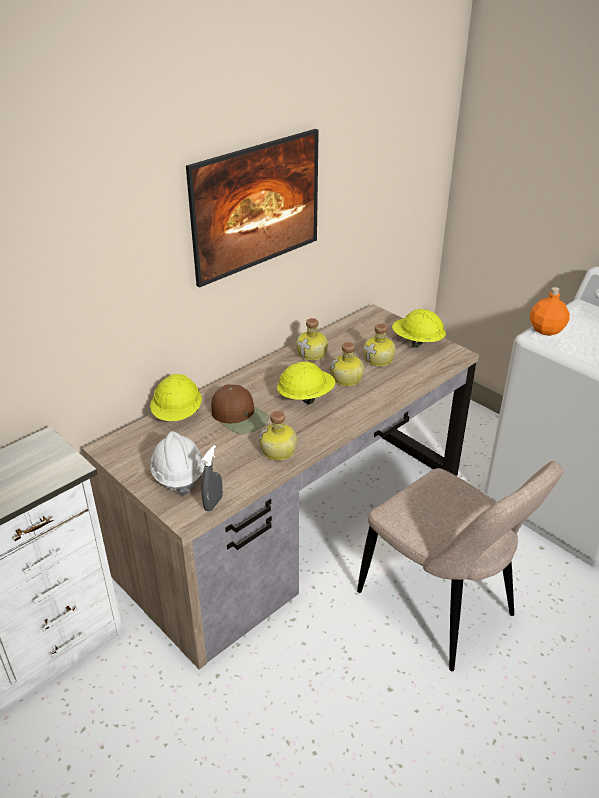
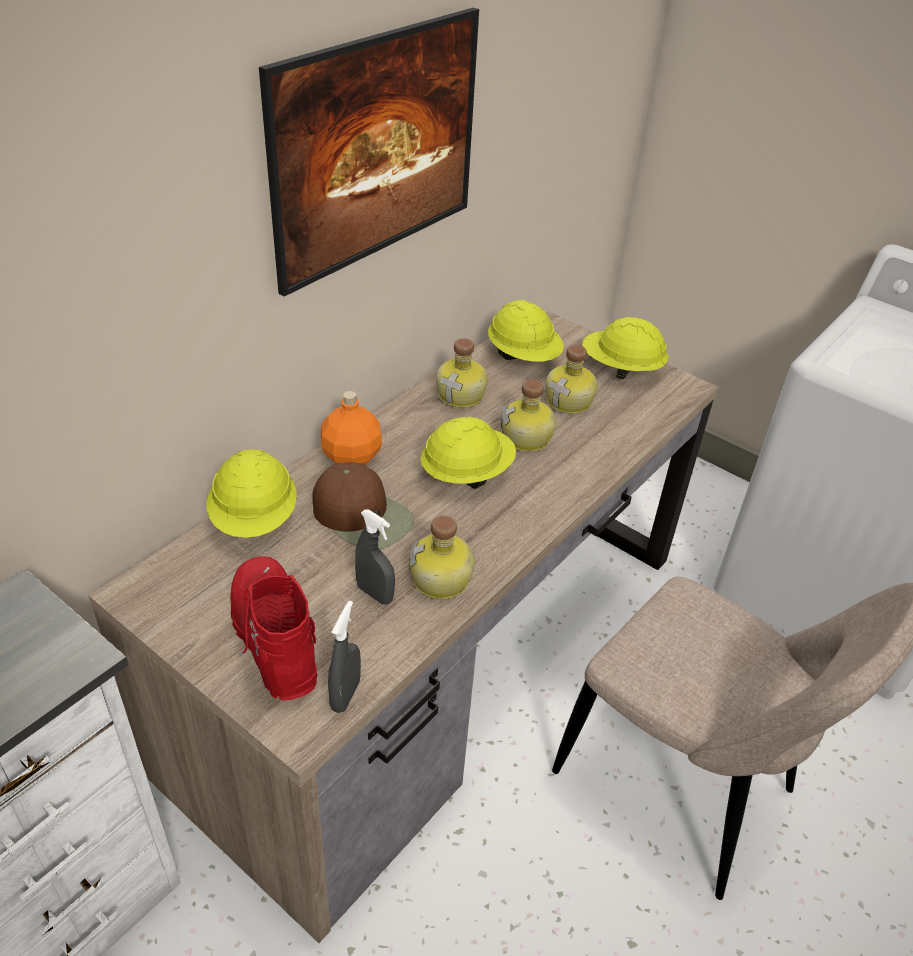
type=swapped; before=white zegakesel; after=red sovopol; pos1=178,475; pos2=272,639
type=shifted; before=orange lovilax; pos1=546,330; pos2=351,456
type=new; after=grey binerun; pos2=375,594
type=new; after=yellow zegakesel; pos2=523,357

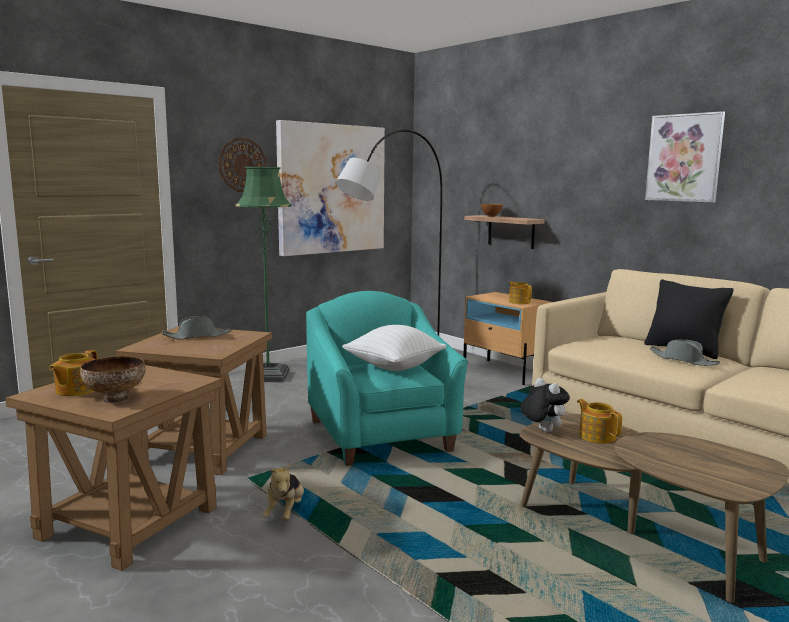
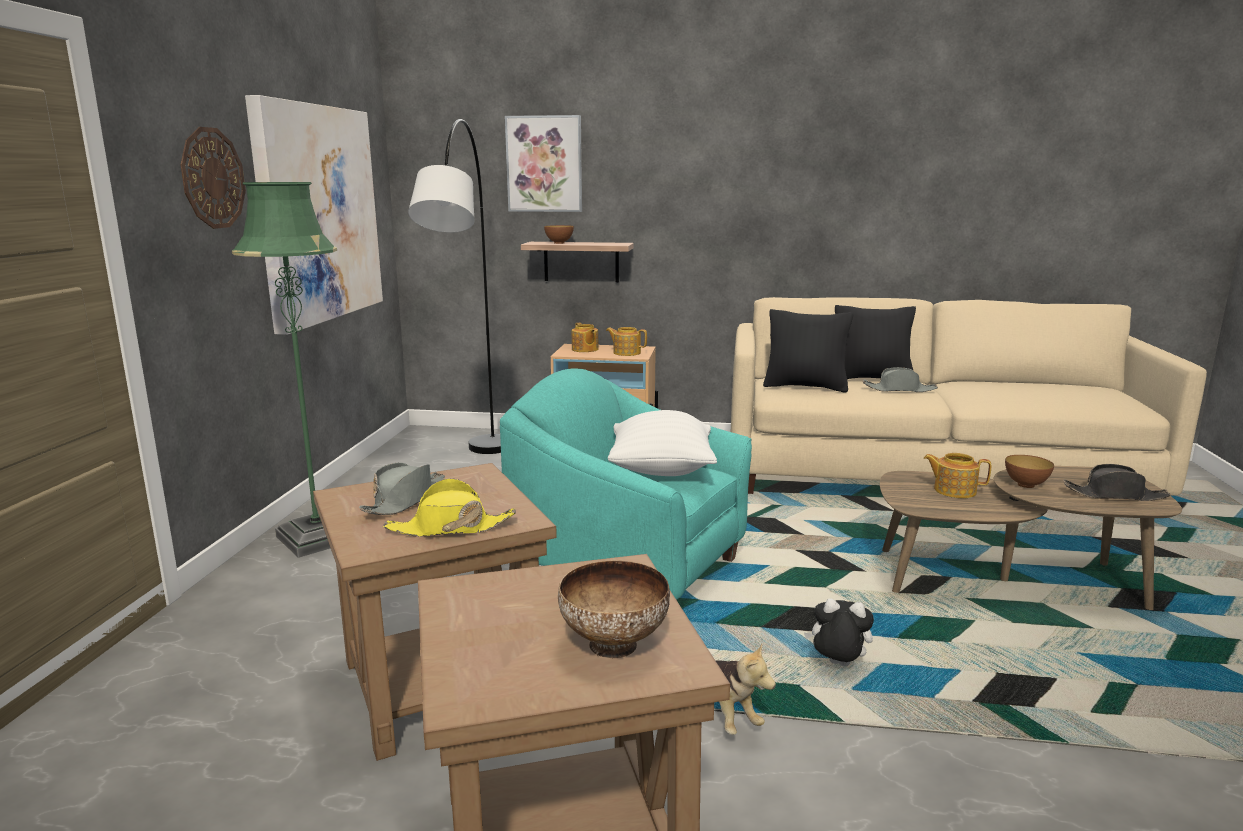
type=shifted; before=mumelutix; pos1=75,390; pos2=585,349
type=shifted; before=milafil; pos1=542,431; pos2=837,665
type=shifted; before=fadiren; pos1=684,158; pos2=544,164
type=new; after=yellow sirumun; pos2=450,528
type=new; after=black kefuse; pos2=805,387
type=new; after=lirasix; pos2=1026,485
type=new; after=black sirumun; pos2=1115,495

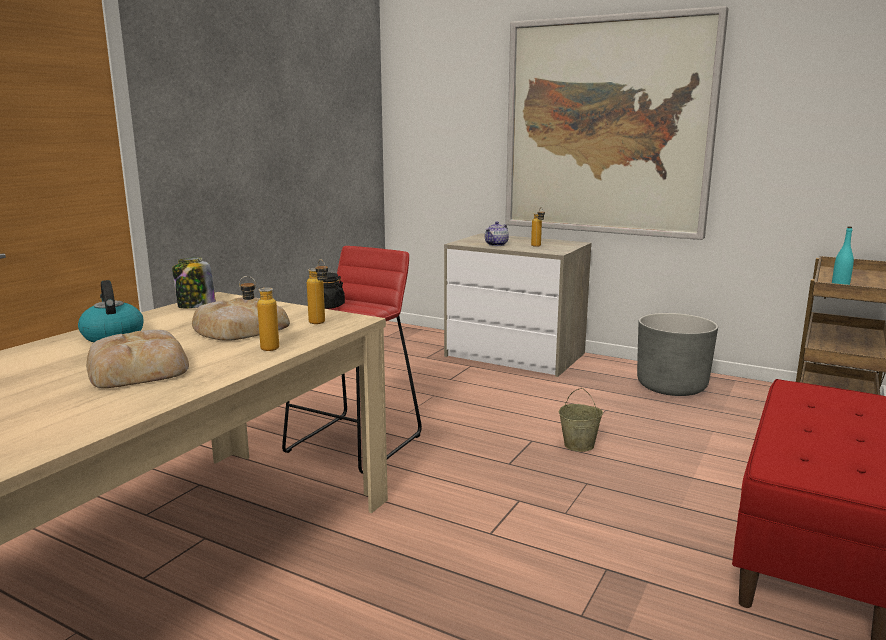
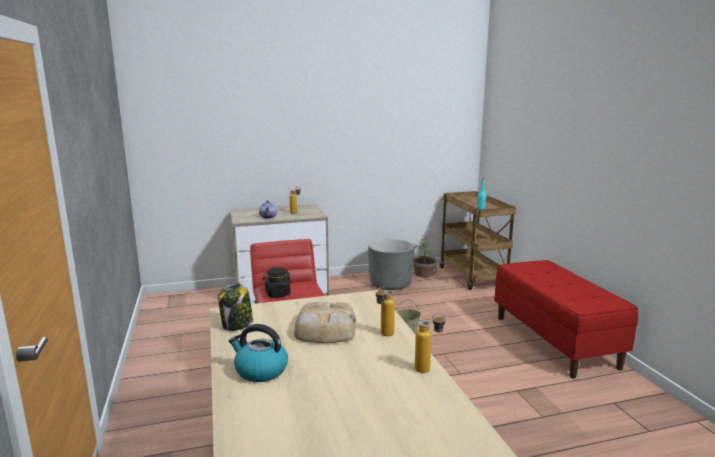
type=gone; before=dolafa; pos1=139,368
type=shifted; before=lovilax; pos1=320,323; pos2=428,370
type=gone; before=fadiren; pos1=607,127
type=new; after=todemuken; pos2=423,274

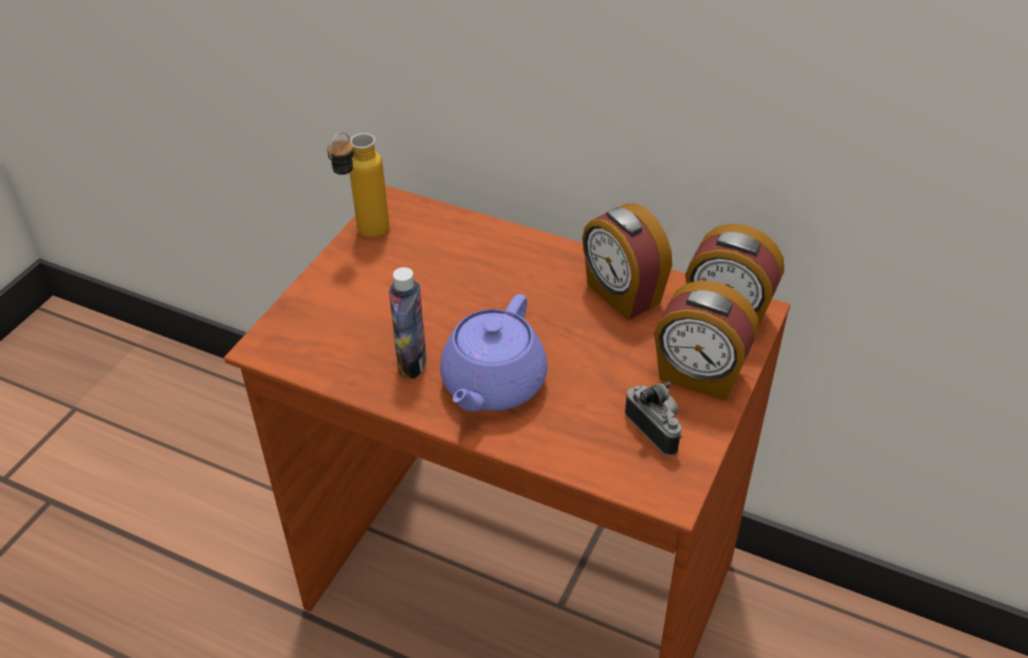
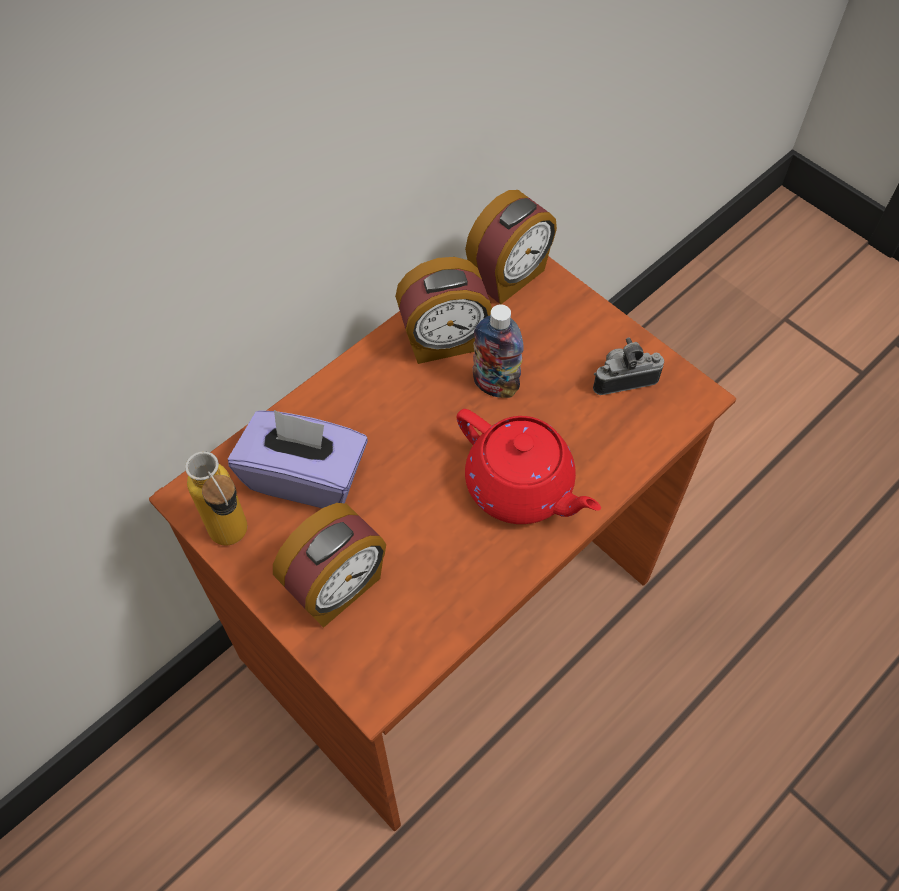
type=shifted; before=lovilax; pos1=412,363; pos2=495,385
type=repainted; before=purple mumelutix; after=red mumelutix; pos1=492,385; pos2=521,487
type=shifted; before=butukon; pos1=699,376; pos2=337,587
type=new; after=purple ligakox; pos2=306,476

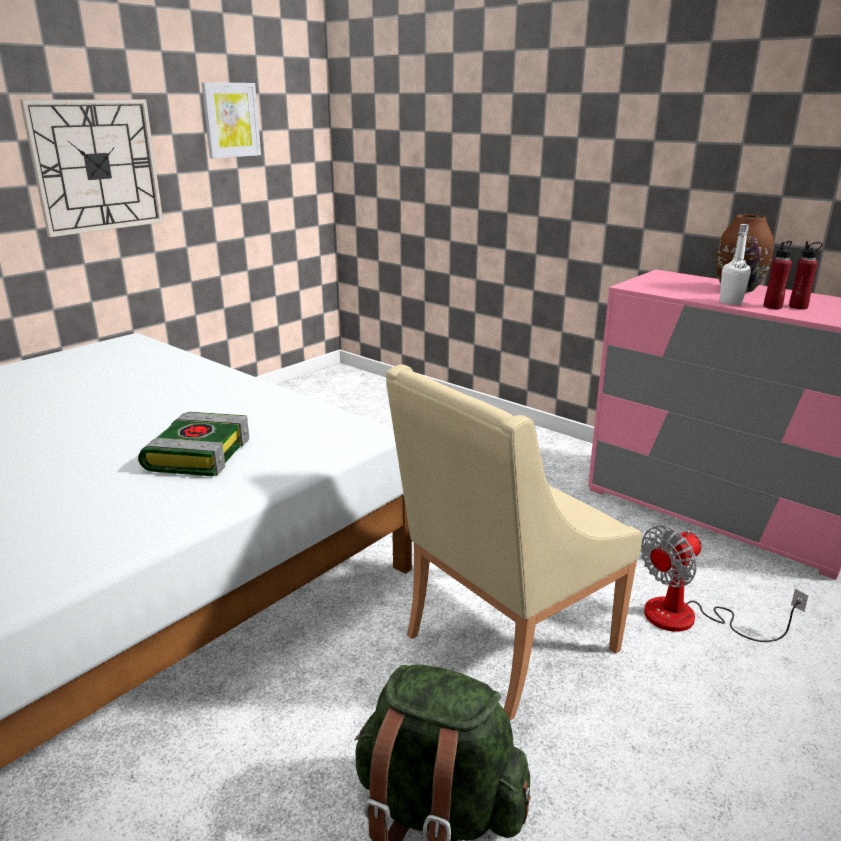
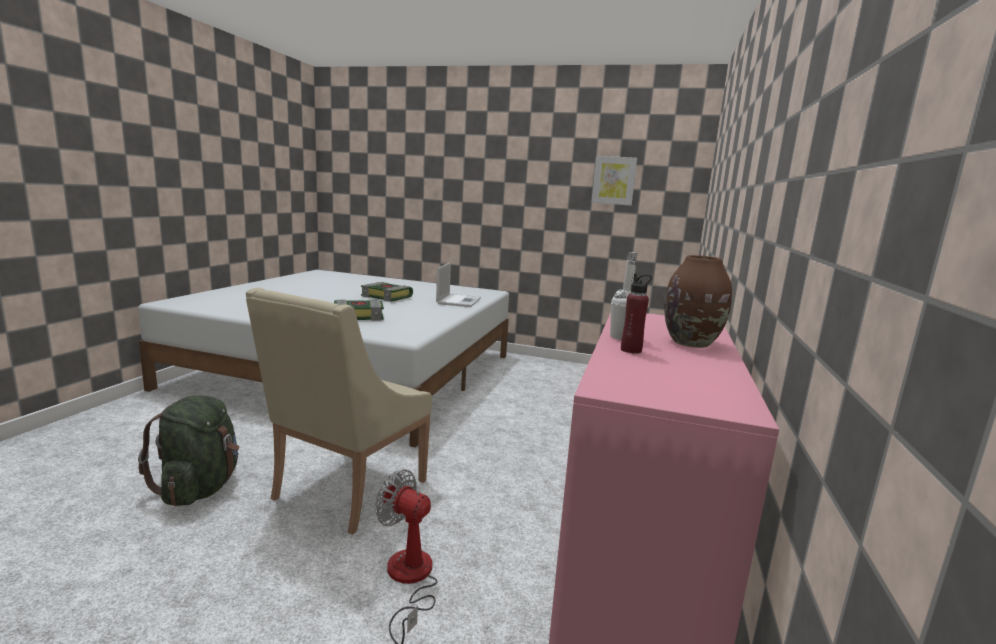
type=gone; before=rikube; pos1=96,166
type=rotated; before=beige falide; pos1=504,644; pos2=346,491; turn=-90
type=gone; before=red lovilax; pos1=798,307
type=new; after=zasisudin; pos2=387,297
type=new; after=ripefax; pos2=458,301

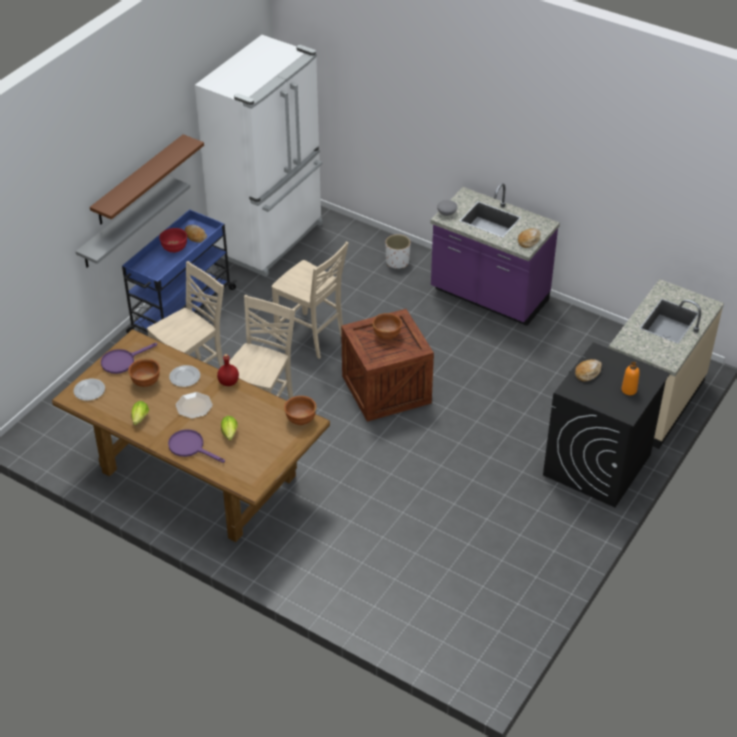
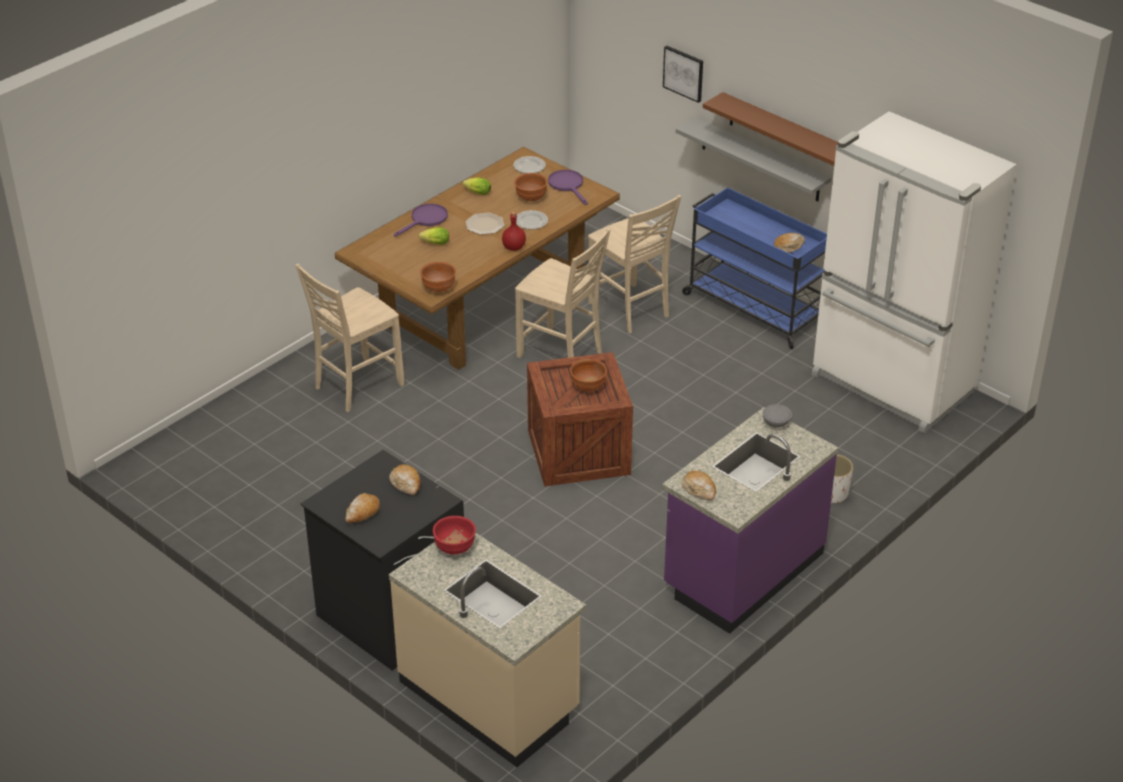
type=shifted; before=red lirasix; pos1=174,249; pos2=455,548
type=shifted; before=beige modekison; pos1=311,337; pos2=356,386
type=swapped; before=orange lovilax; after=dolafa; pos1=629,390; pos2=362,513
type=new; after=fadiren; pos2=684,73

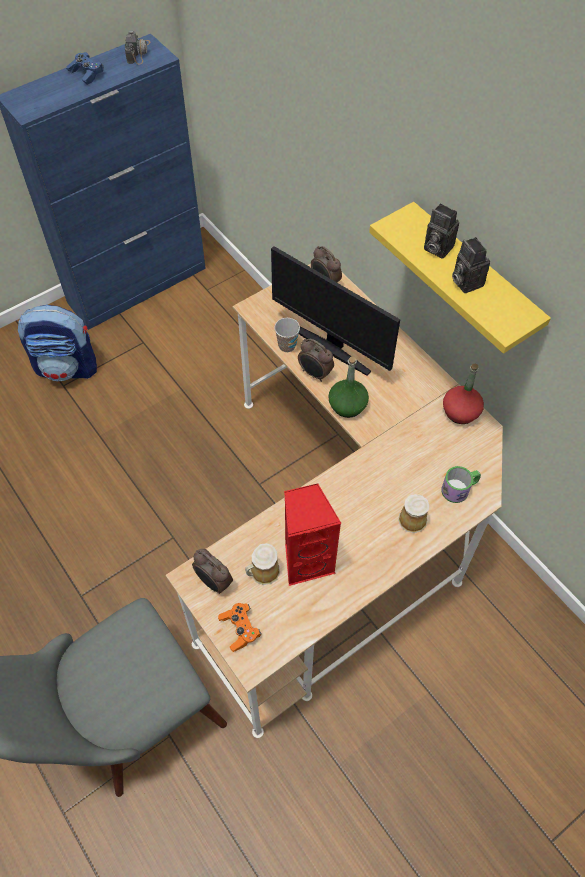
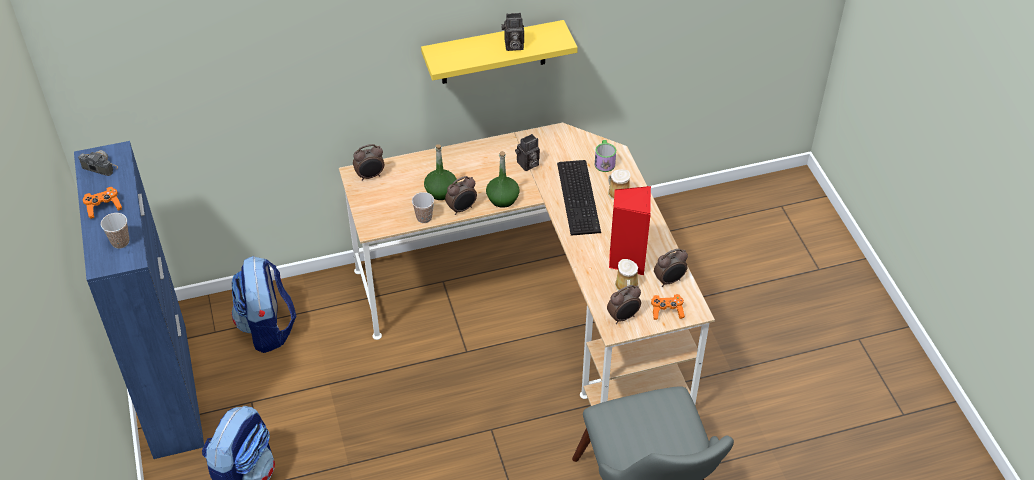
type=repainted; before=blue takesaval; after=orange takesaval; pos1=86,74; pos2=103,207
type=swapped; before=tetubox; after=green lovilax; pos1=331,347; pos2=441,191
type=shifted; before=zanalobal; pos1=436,248; pos2=527,165
type=gone; before=red lovilax; pos1=460,412
type=new; after=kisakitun; pos2=120,242
type=new; after=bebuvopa; pos2=268,328
type=new; after=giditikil; pos2=580,196
type=new; after=butukon; pos2=669,281

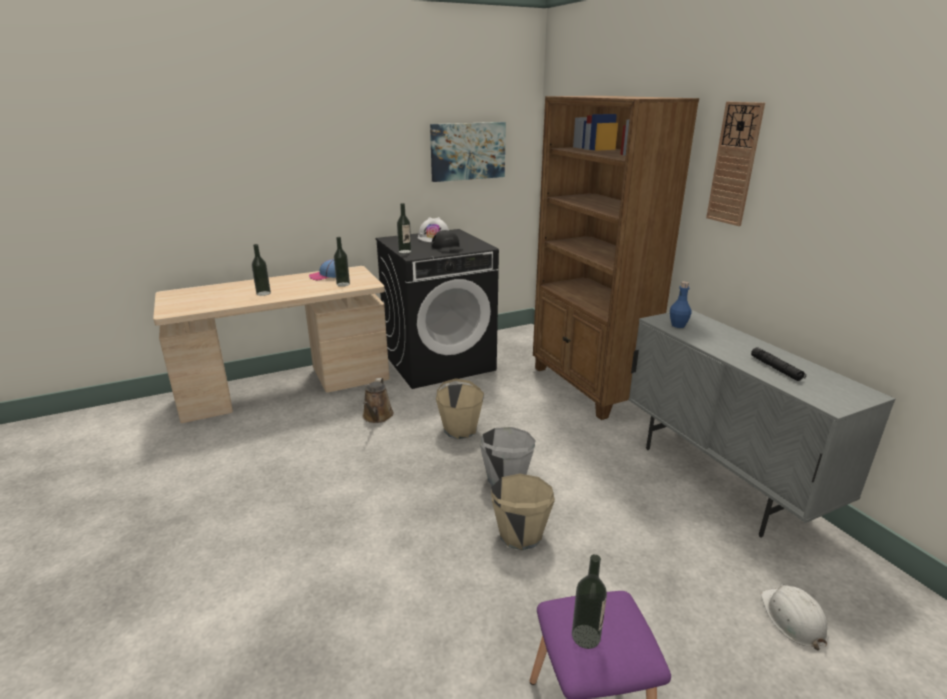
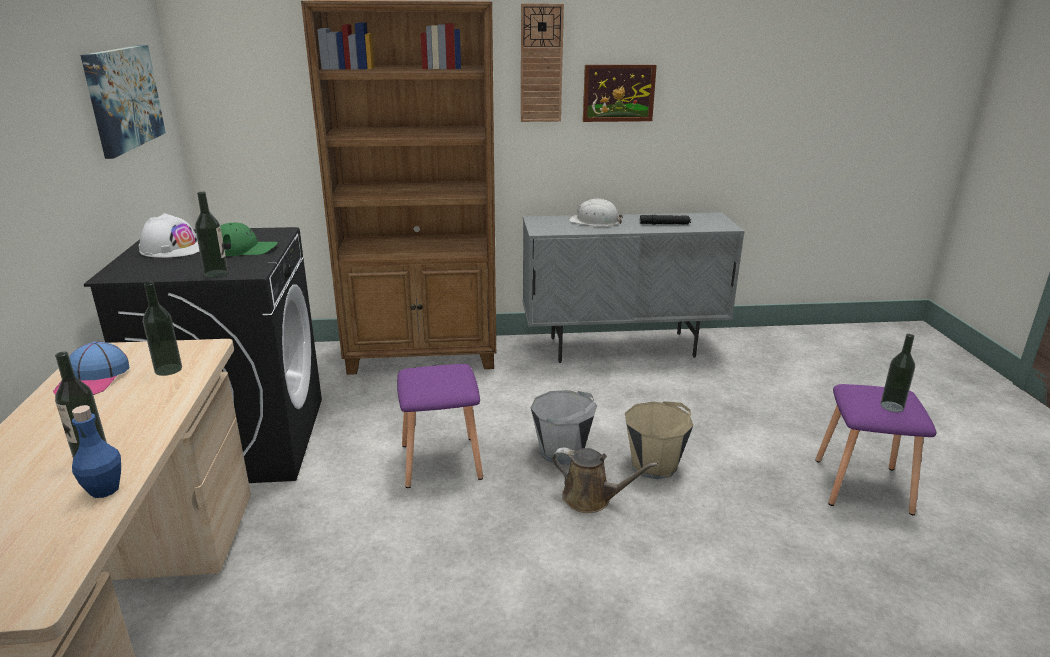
type=shifted; before=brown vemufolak; pos1=377,416; pos2=591,499
type=repainted; before=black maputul; after=green maputul; pos1=447,247; pos2=244,248
type=swapped; before=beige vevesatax; after=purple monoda; pos1=460,429; pos2=440,460
type=shifted; before=blue lovilax; pos1=678,325; pos2=104,490
type=shifted; before=white zegakesel; pos1=793,619; pos2=595,221
type=new; after=fadiren; pos2=618,93

